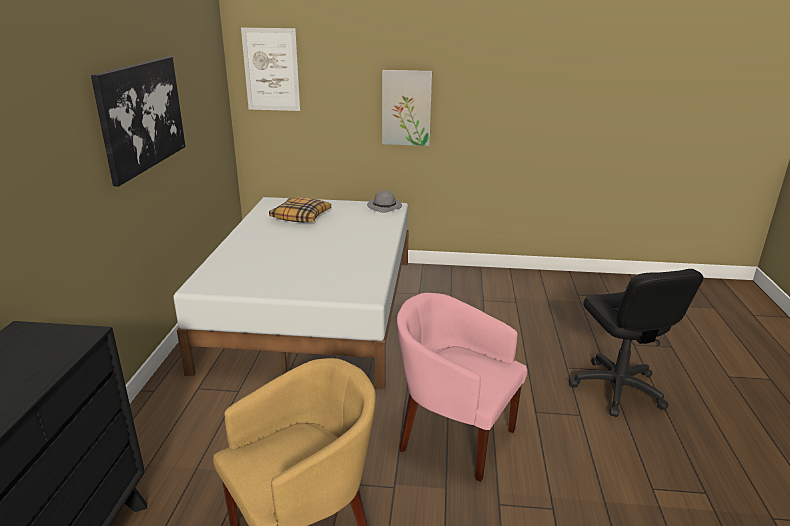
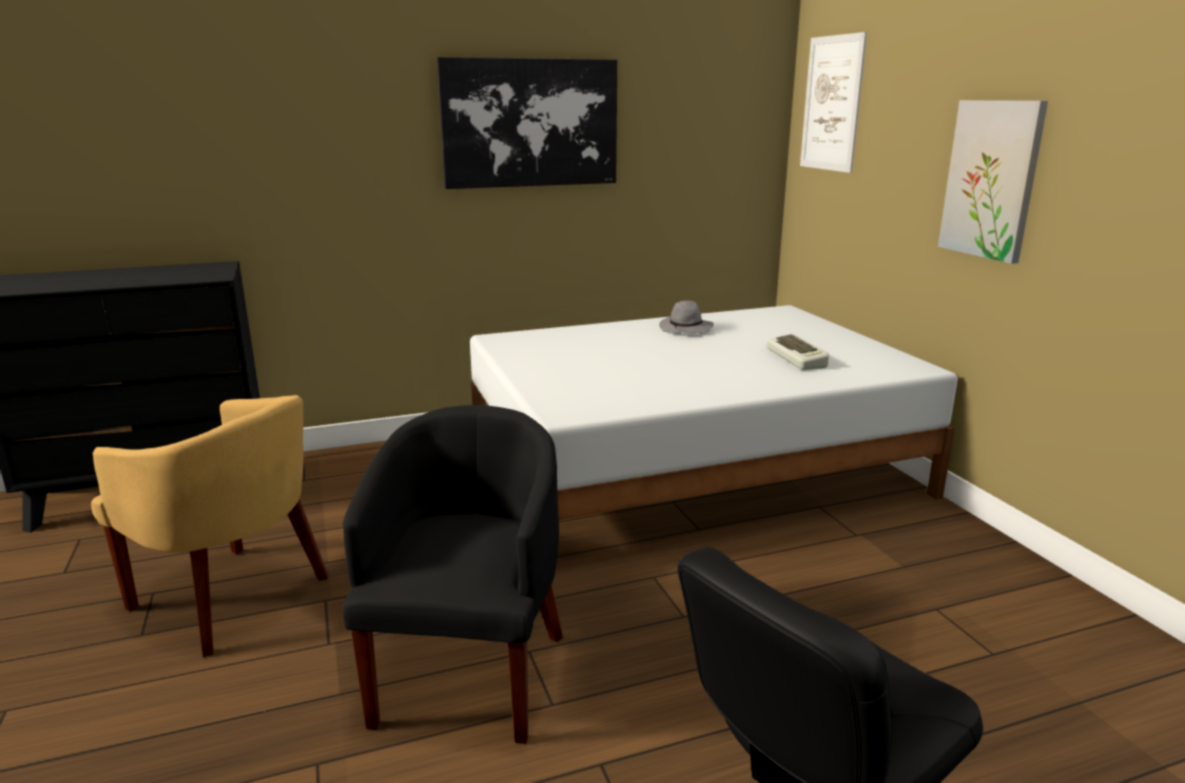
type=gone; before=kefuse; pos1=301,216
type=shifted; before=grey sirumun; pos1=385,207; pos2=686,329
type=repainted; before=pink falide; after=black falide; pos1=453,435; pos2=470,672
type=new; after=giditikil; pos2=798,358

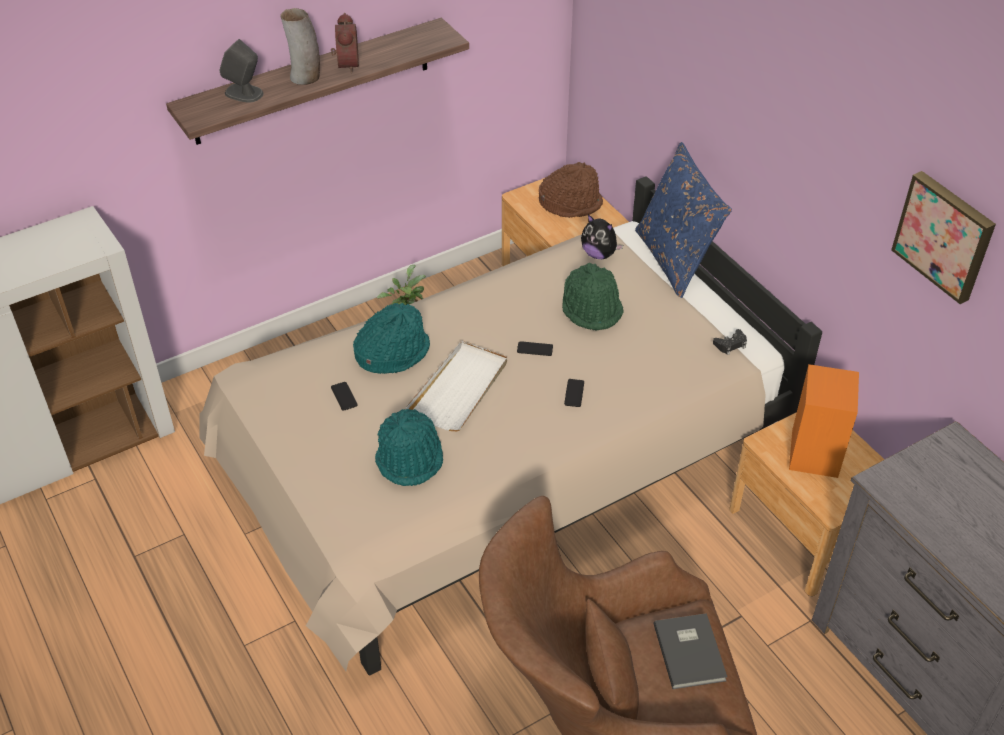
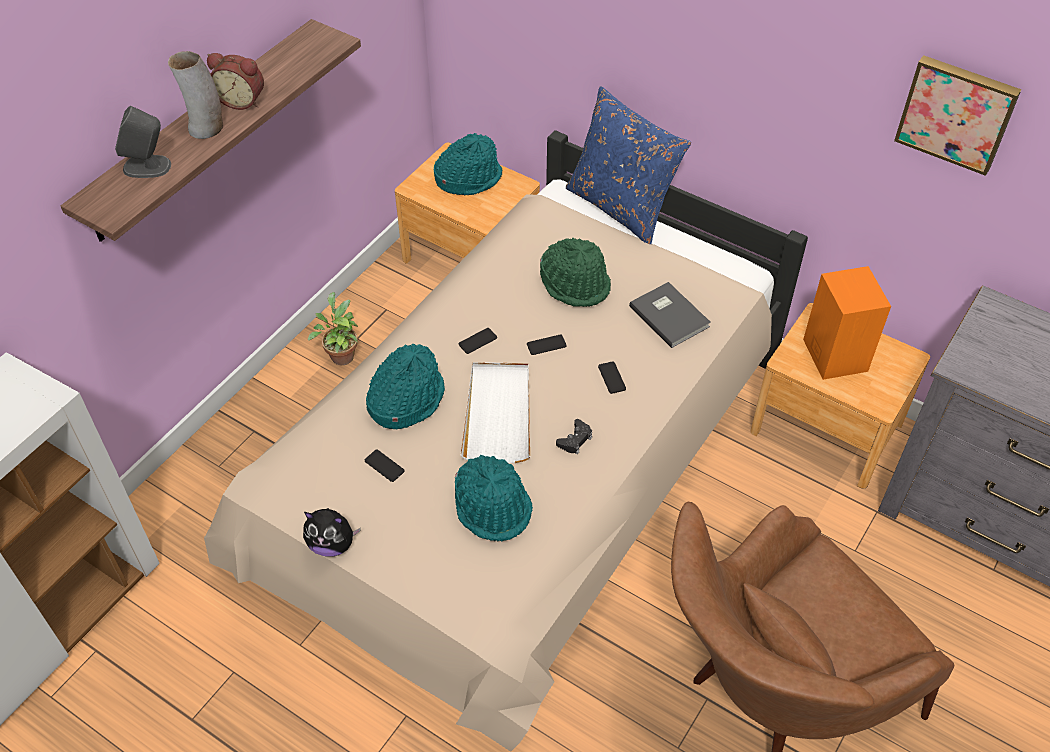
type=rotated; before=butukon; pos1=345,64; pos2=242,100; turn=135
type=repainted; before=brown sirumun; after=turquoise sirumun; pos1=570,203; pos2=468,178
type=shifted; before=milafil; pos1=599,254; pos2=332,544
type=shifted; before=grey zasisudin; pos1=691,651; pos2=670,315
type=shifted; before=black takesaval; pos1=730,344; pos2=575,440
type=new; after=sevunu; pos2=477,341

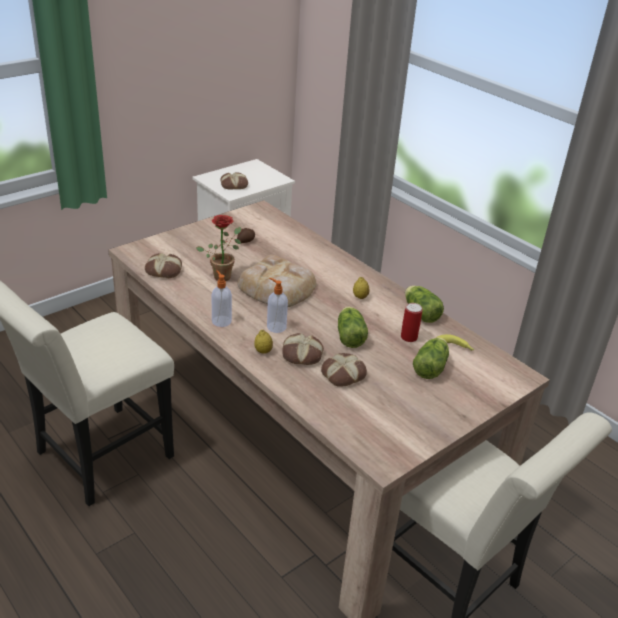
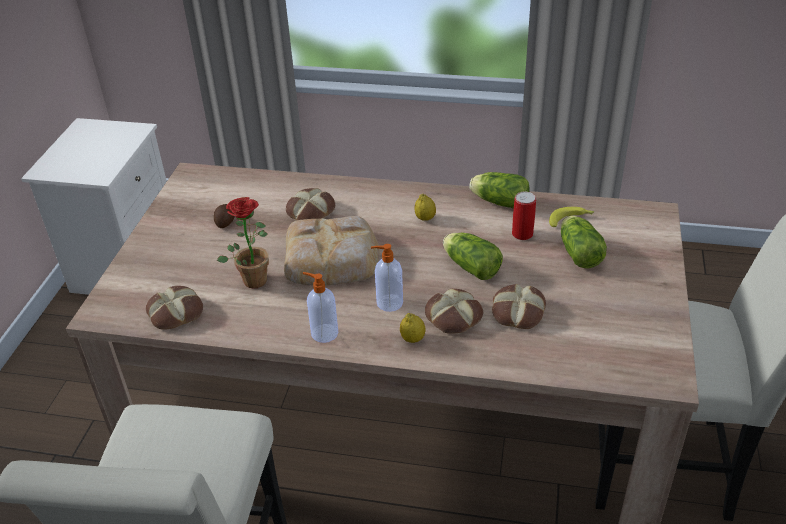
type=shifted; before=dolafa; pos1=234,184; pos2=310,211

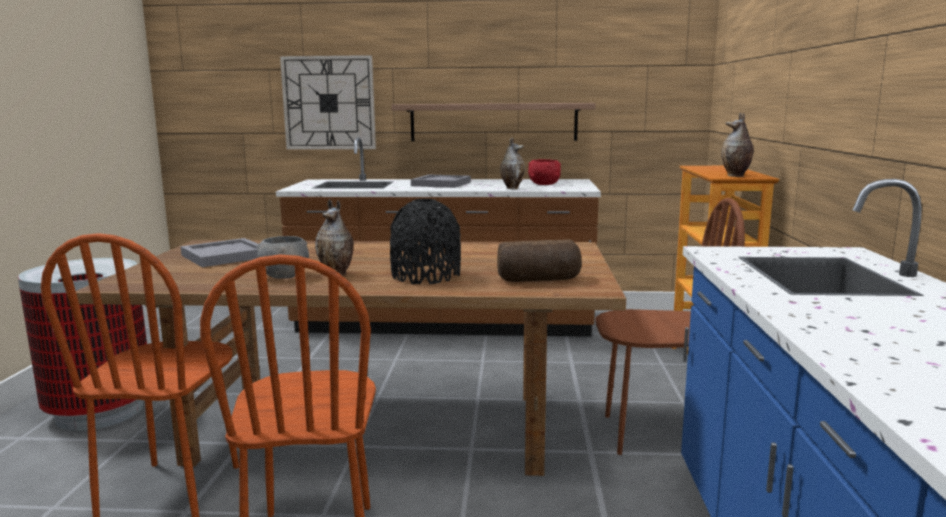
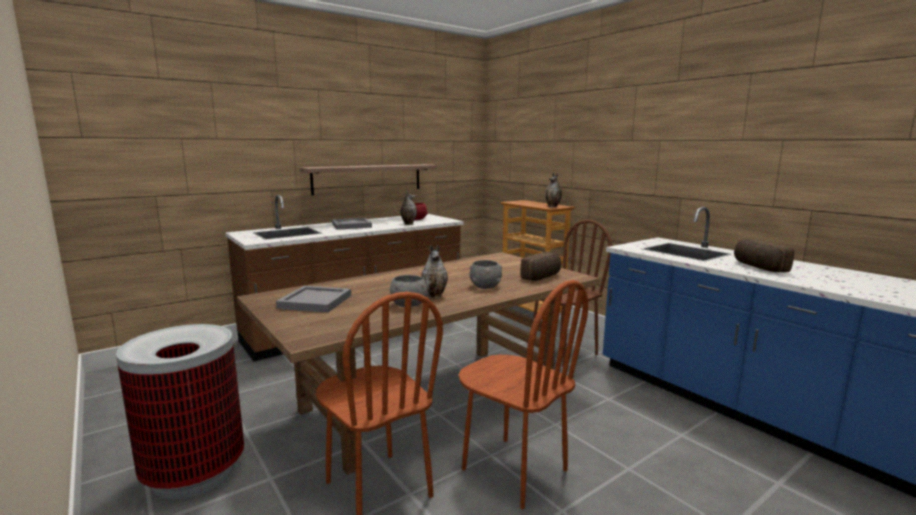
type=gone; before=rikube; pos1=329,103
type=swapped; before=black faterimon; after=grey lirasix; pos1=426,276; pos2=485,286
type=new; after=dolafa; pos2=758,267

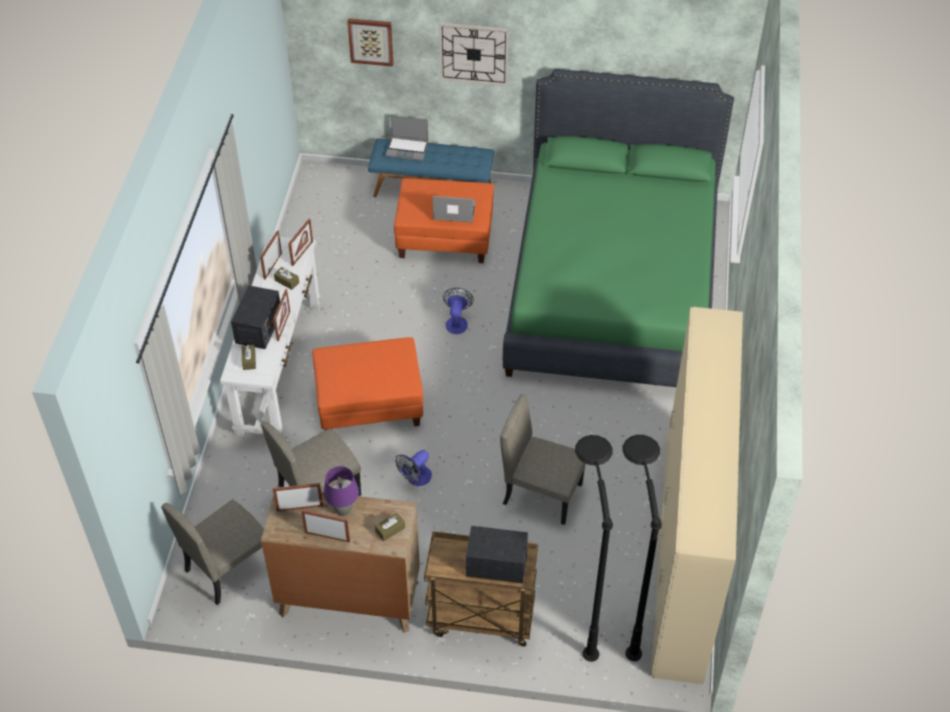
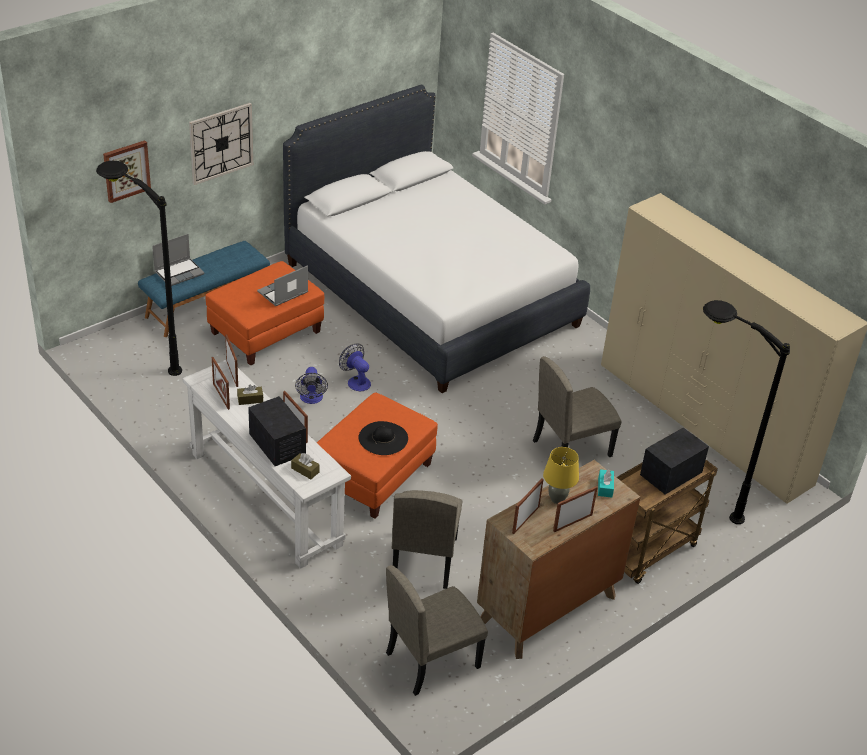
type=rotated; before=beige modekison; pos1=228,567; pos2=432,659; turn=60
type=repainted; before=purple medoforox; after=yellow medoforox; pos1=343,511; pos2=557,499
type=repainted; before=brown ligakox; after=turquoise ligakox; pos1=390,530; pos2=605,487
type=shifted; before=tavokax; pos1=415,479; pos2=311,399
type=repainted; before=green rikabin; after=white rikabin; pos1=613,286; pos2=430,294
type=shifted; before=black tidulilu; pos1=624,608; pos2=143,353
type=new; after=black sirumun; pos2=383,438

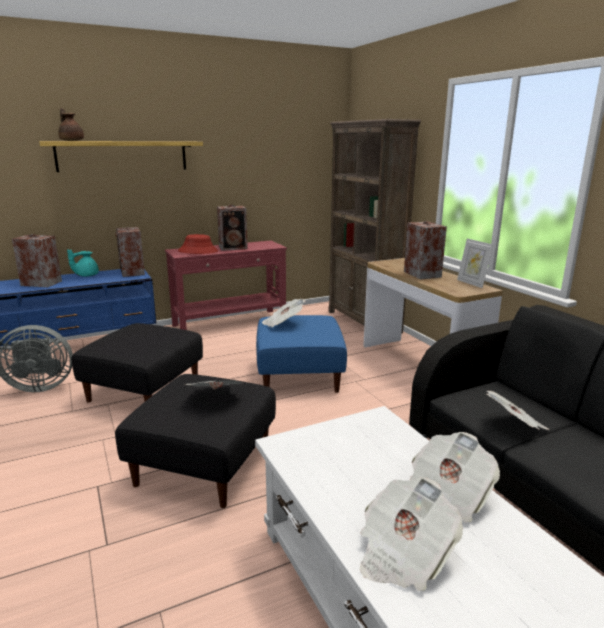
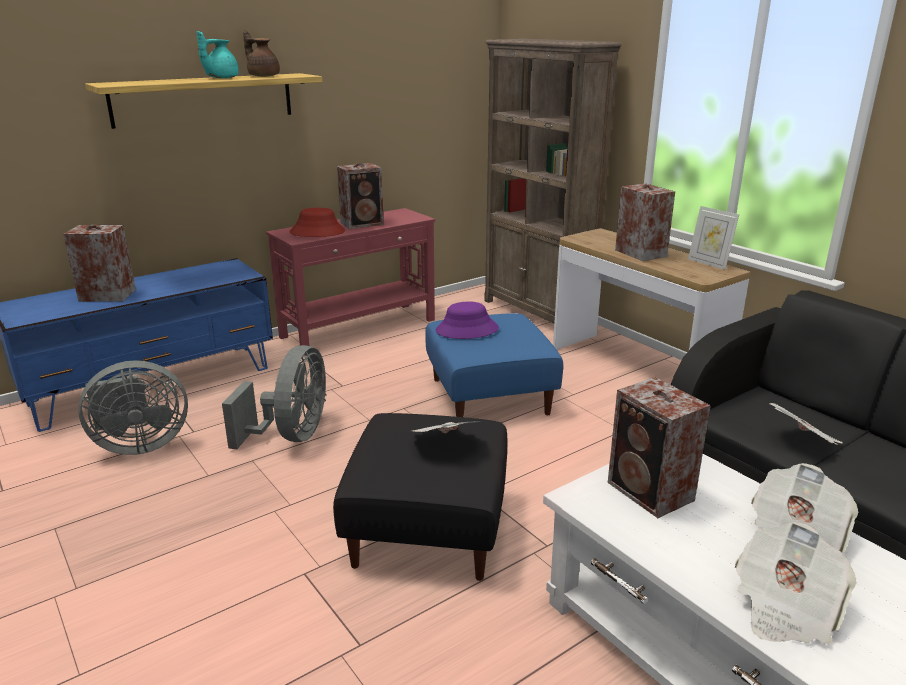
type=shifted; before=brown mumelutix; pos1=71,141; pos2=263,76
type=shifted; before=turquoise mumelutix; pos1=86,275; pos2=220,78
type=swapped; before=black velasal; after=grey tavokax; pos1=144,389; pos2=292,435
type=shifted; before=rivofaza; pos1=132,273; pos2=651,493
type=swapped; before=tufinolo; after=purple sirumun; pos1=283,323; pos2=467,330

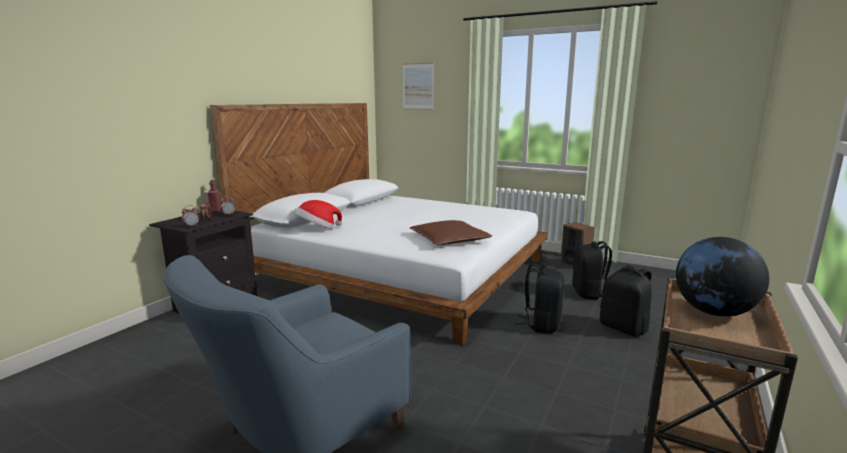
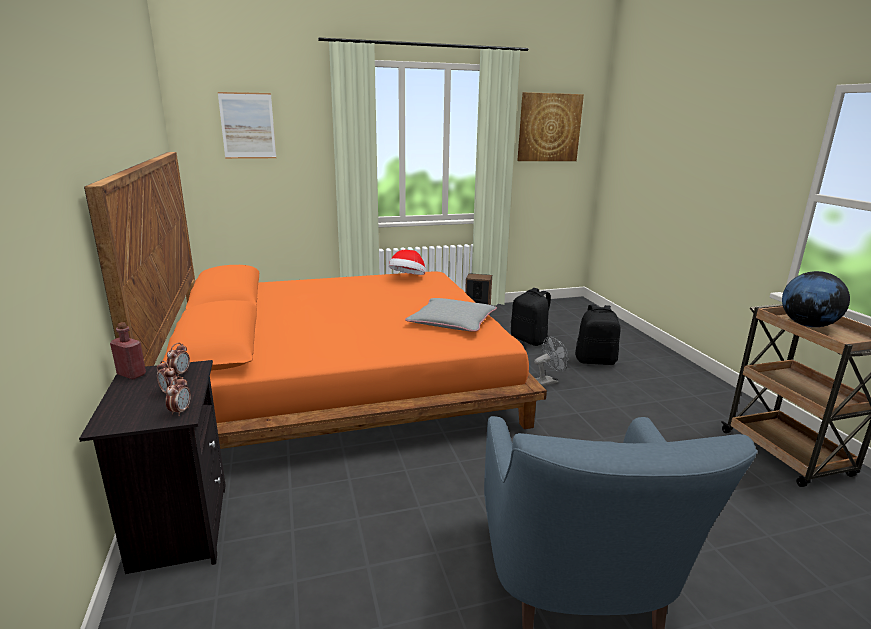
type=repainted; before=white rikabin; after=orange rikabin; pos1=400,271; pos2=341,378
type=shifted; before=sirumun; pos1=318,228; pos2=408,278
type=repainted; before=brown kefuse; after=grey kefuse; pos1=449,239; pos2=452,322
type=swapped; before=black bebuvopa; after=grey tavokax; pos1=541,324; pos2=548,381
type=new; after=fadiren; pos2=549,127

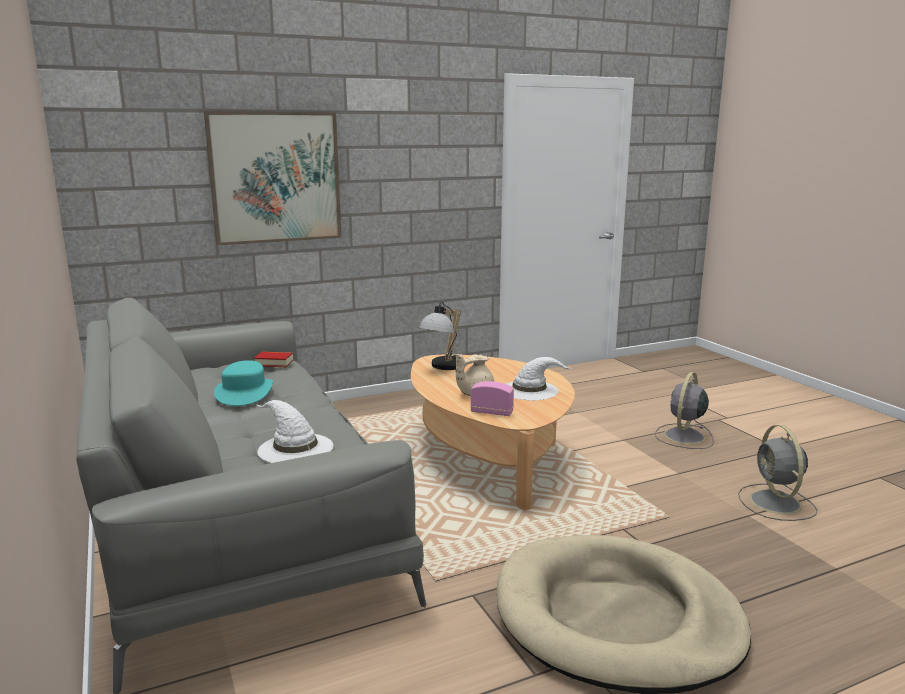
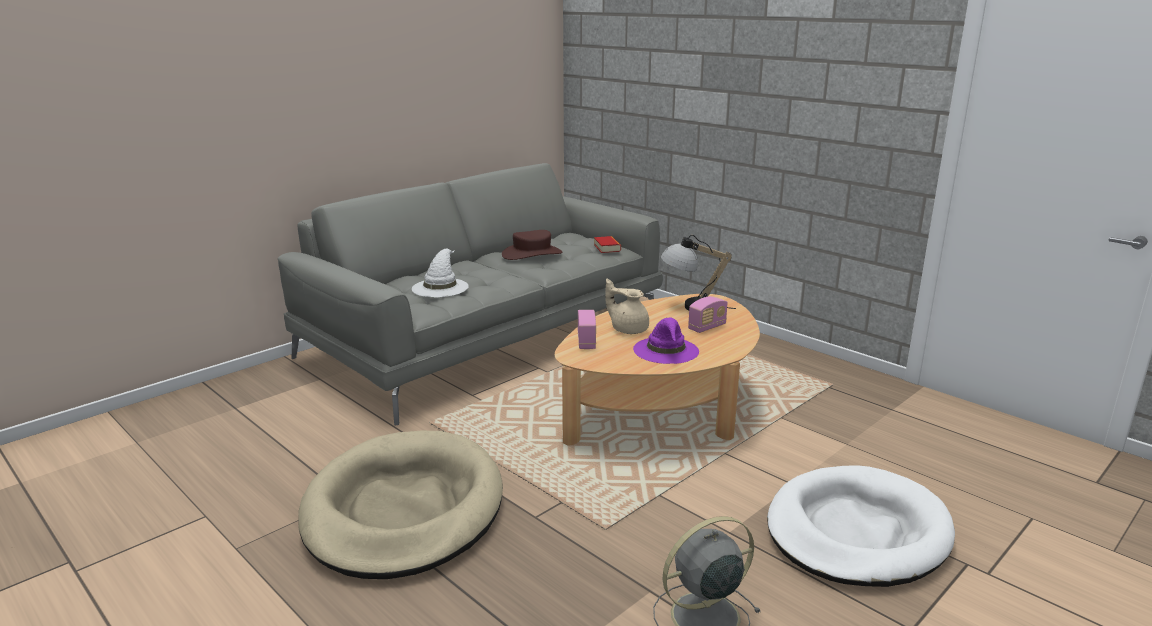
type=gone; before=fadiren; pos1=275,177
type=repainted; before=turquoise sirumun; after=brown sirumun; pos1=244,392; pos2=532,254
type=repainted; before=white sirumun; after=purple sirumun; pos1=530,390; pos2=666,350
type=swapped; before=grey tavokax; after=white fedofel; pos1=683,437; pos2=856,532
type=new; after=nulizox; pos2=707,327

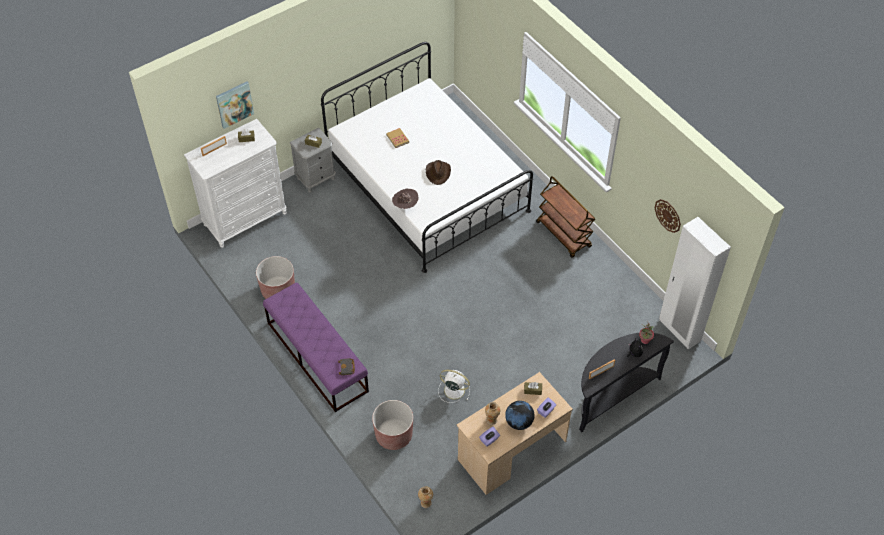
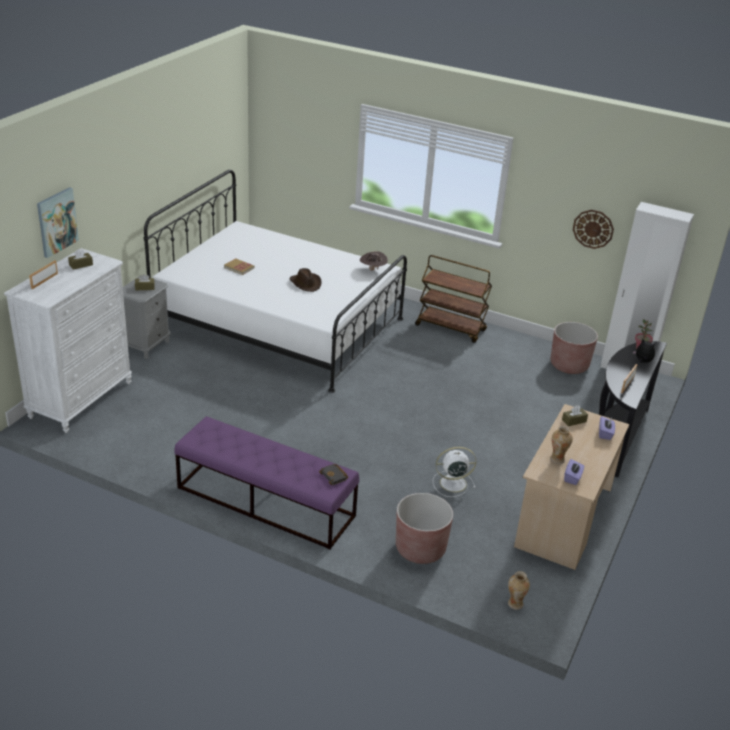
type=shifted; before=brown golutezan; pos1=278,290; pos2=569,365
type=shifted; before=brown sirumun; pos1=405,205; pos2=372,270
type=gone; before=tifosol; pos1=519,422

